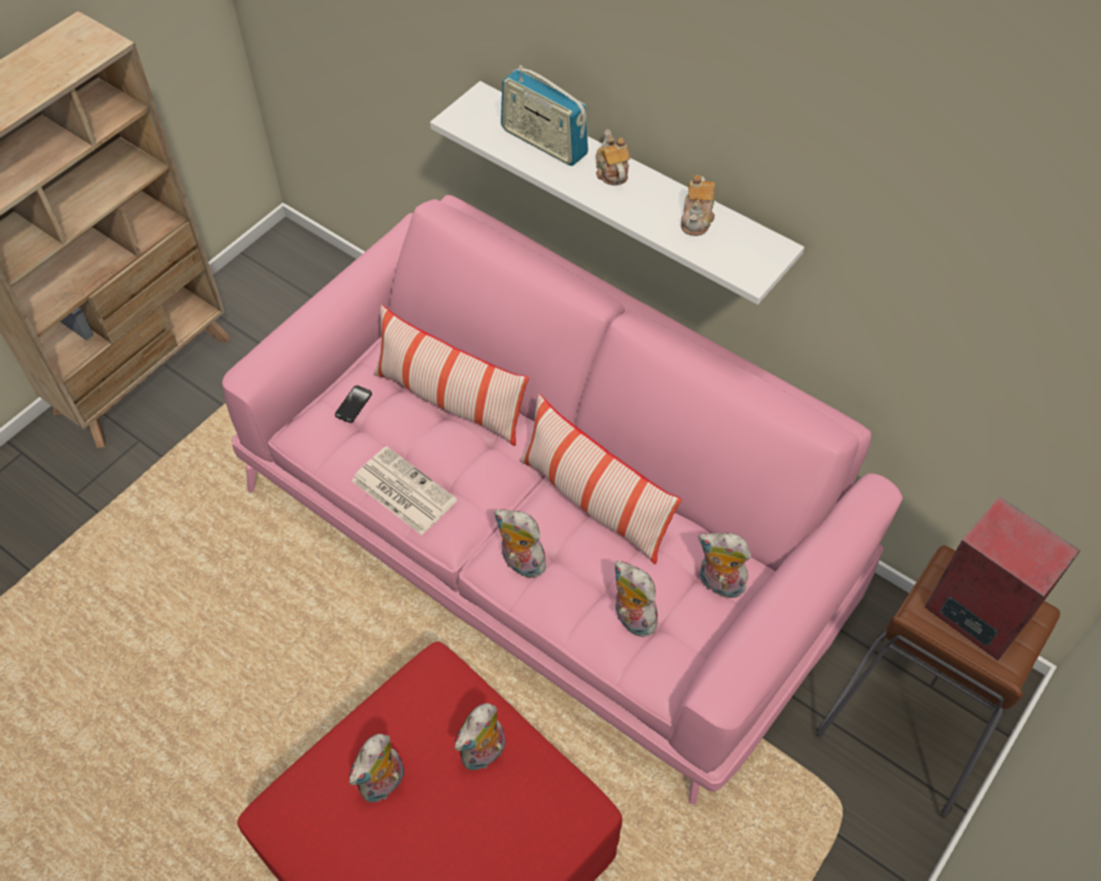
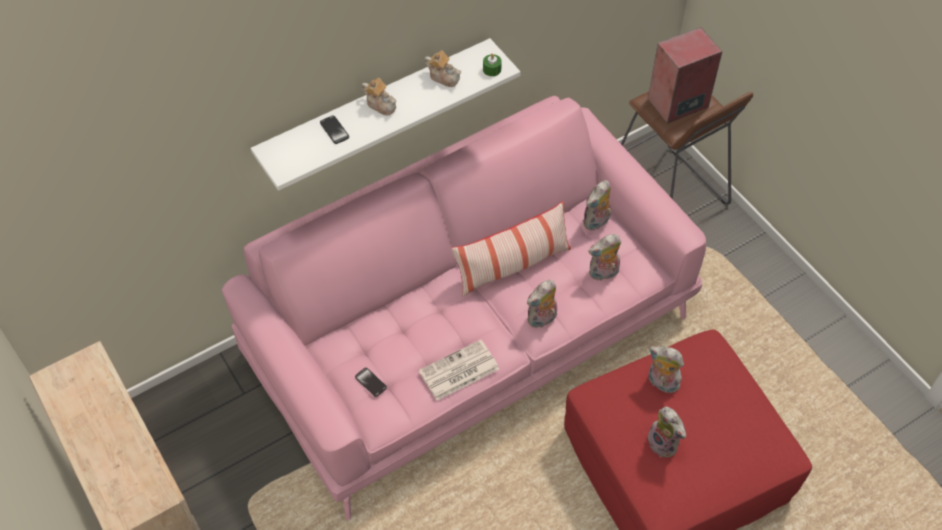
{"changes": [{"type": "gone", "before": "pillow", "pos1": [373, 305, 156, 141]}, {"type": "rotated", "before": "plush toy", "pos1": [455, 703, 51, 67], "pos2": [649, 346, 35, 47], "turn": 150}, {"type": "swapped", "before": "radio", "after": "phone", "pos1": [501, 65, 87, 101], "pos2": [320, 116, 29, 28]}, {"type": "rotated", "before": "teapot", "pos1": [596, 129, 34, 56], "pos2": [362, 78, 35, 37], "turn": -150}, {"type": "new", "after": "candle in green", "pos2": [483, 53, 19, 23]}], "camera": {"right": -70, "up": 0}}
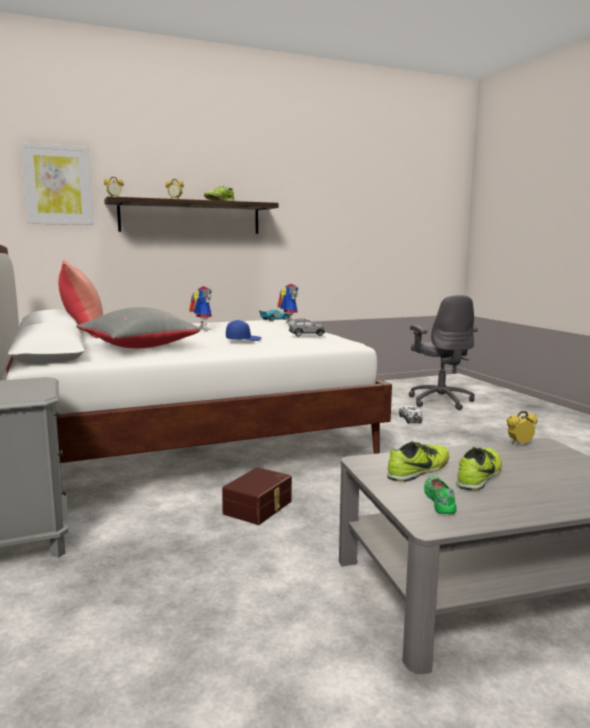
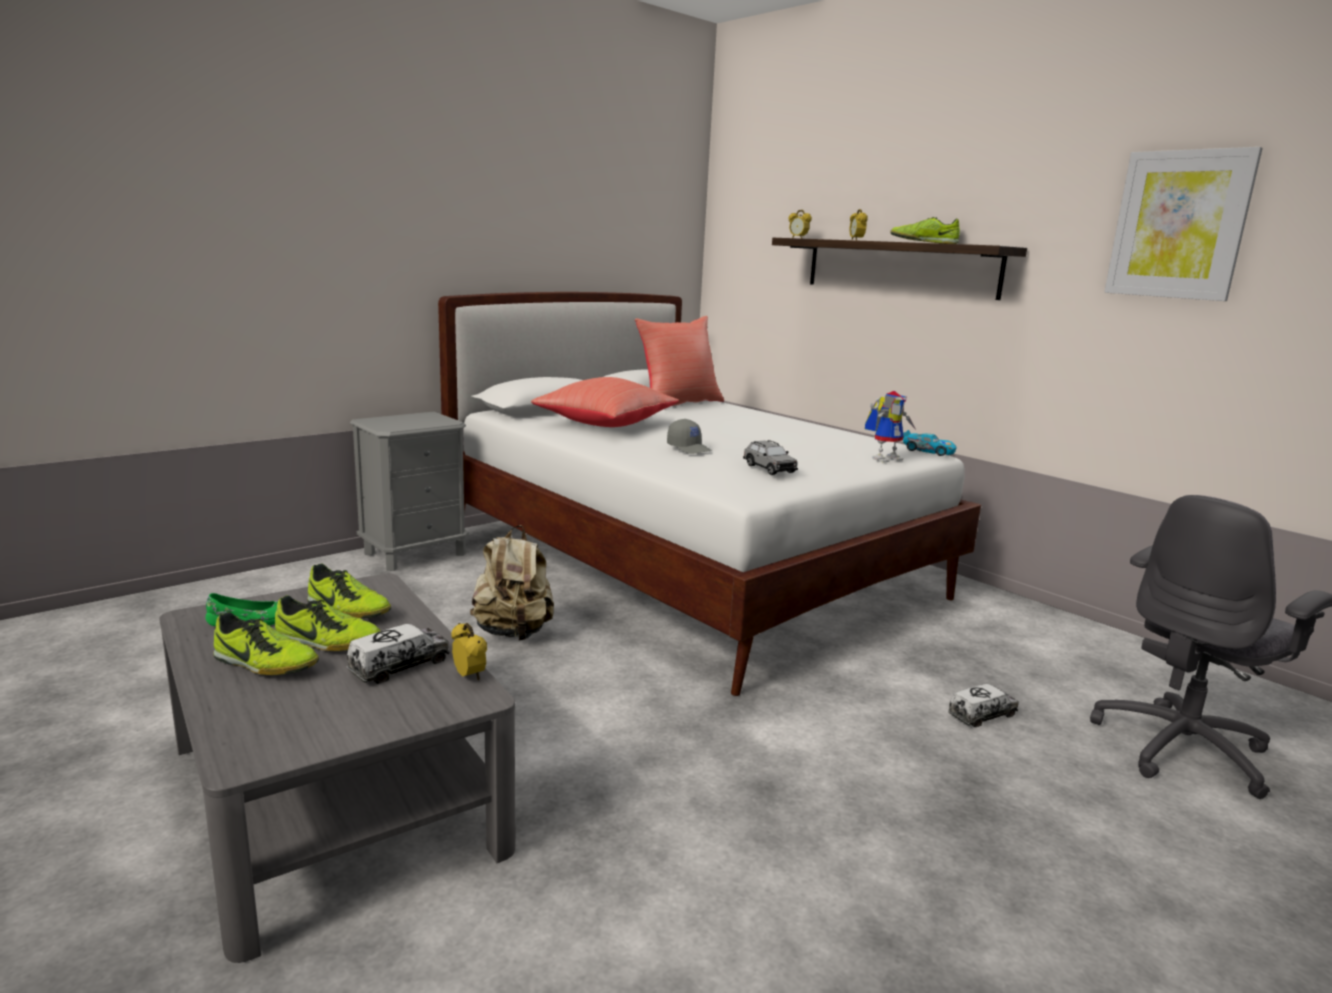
{"changes": [{"type": "shifted", "before": "picture", "pos1": [20, 142, 74, 83], "pos2": [1104, 147, 159, 154]}, {"type": "repainted", "before": "pillow in grey", "after": "pillow in red", "pos1": [76, 307, 124, 41], "pos2": [531, 377, 148, 50]}, {"type": "gone", "before": "toy robot", "pos1": [189, 286, 23, 44]}, {"type": "swapped", "before": "storage box in brown", "after": "backpack in beige", "pos1": [222, 467, 70, 58], "pos2": [470, 525, 84, 116]}, {"type": "repainted", "before": "cap in blue", "after": "cap in grey", "pos1": [226, 320, 36, 21], "pos2": [667, 419, 45, 35]}, {"type": "new", "after": "shoe", "pos2": [213, 612, 106, 63]}, {"type": "new", "after": "toy truck", "pos2": [347, 624, 103, 60]}], "camera": {"right": 70, "up": 5}}
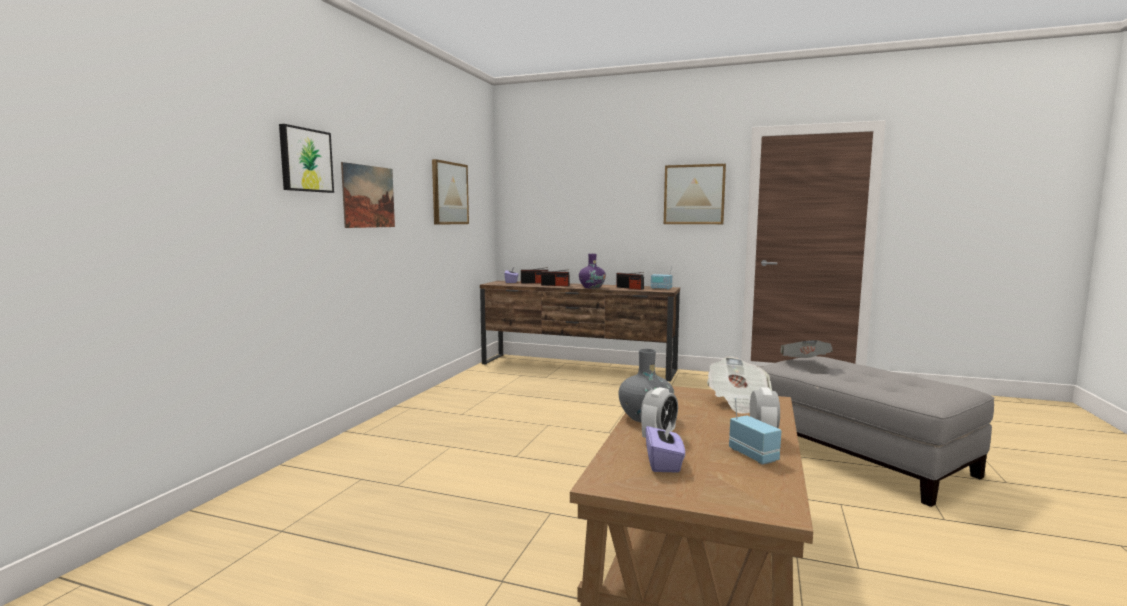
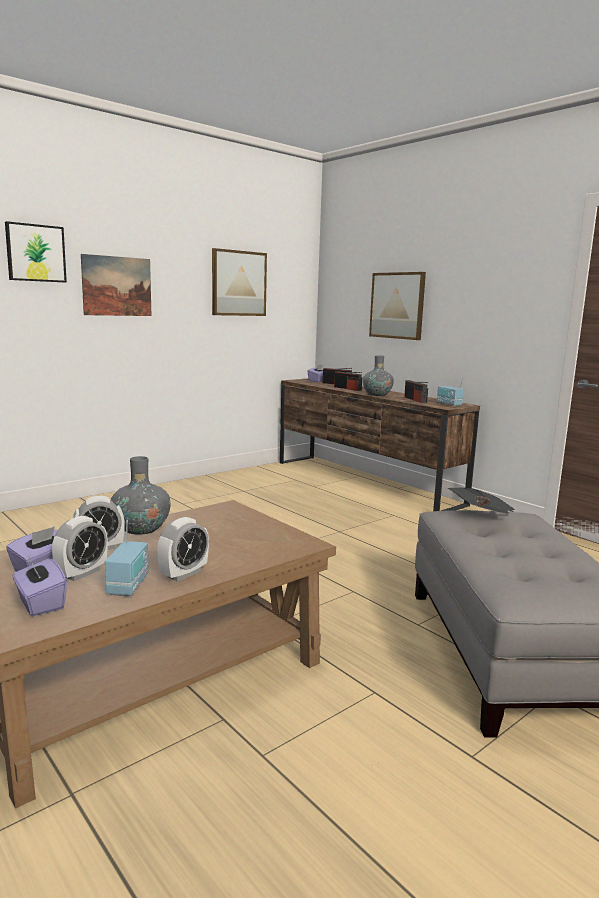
{"changes": [{"type": "repainted", "before": "vase in purple", "after": "vase in grey", "pos1": [579, 254, 27, 34], "pos2": [363, 355, 31, 41]}, {"type": "shifted", "before": "picture", "pos1": [664, 164, 62, 60], "pos2": [369, 272, 57, 68]}, {"type": "gone", "before": "newspaper", "pos1": [707, 357, 65, 57]}, {"type": "new", "after": "tissue box in purple", "pos2": [12, 555, 55, 61]}, {"type": "new", "after": "alarm clock", "pos2": [52, 516, 56, 65]}], "camera": {"right": 30, "up": 5}}
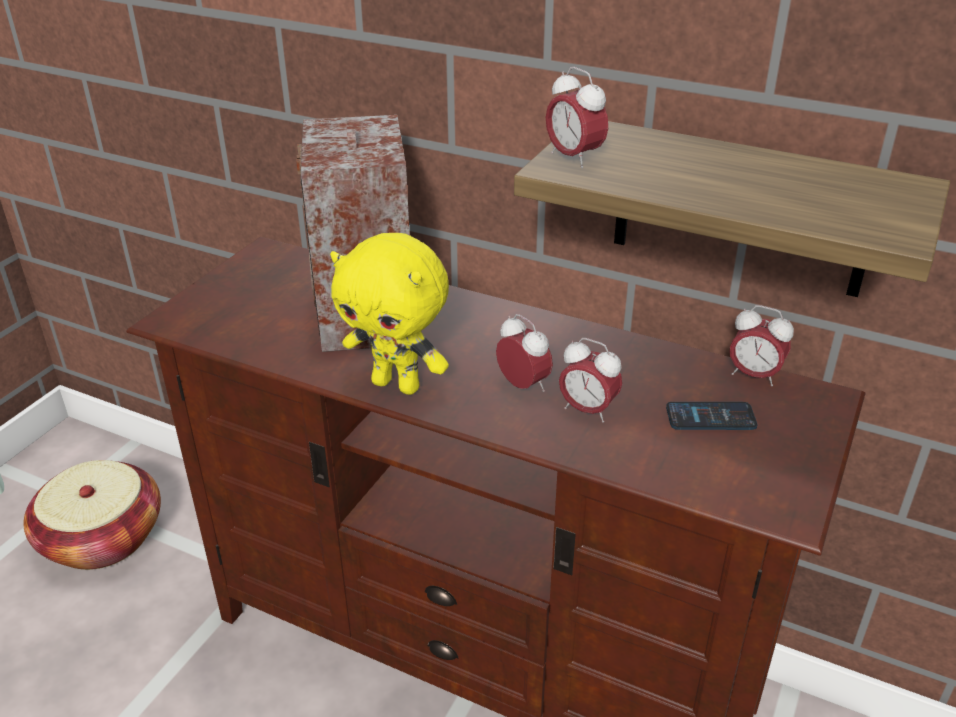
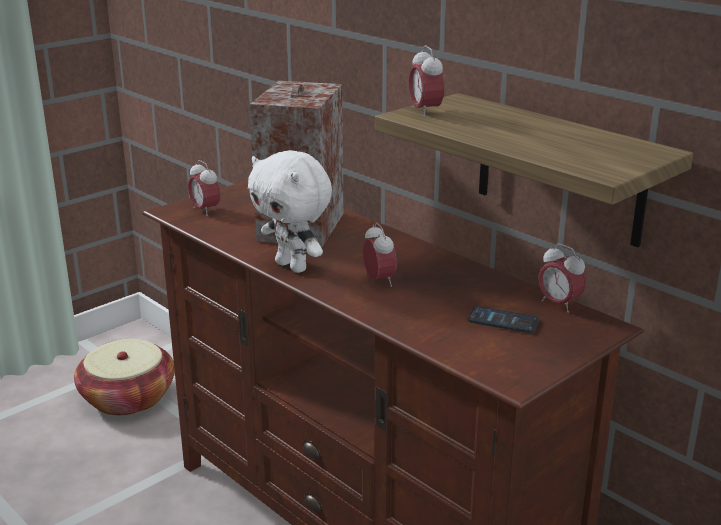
{"changes": [{"type": "repainted", "before": "plush toy in yellow", "after": "plush toy in white", "pos1": [330, 233, 119, 162], "pos2": [248, 150, 84, 123]}, {"type": "shifted", "before": "alarm clock", "pos1": [559, 338, 63, 85], "pos2": [188, 160, 32, 56]}], "camera": {"right": 20, "up": -10}}
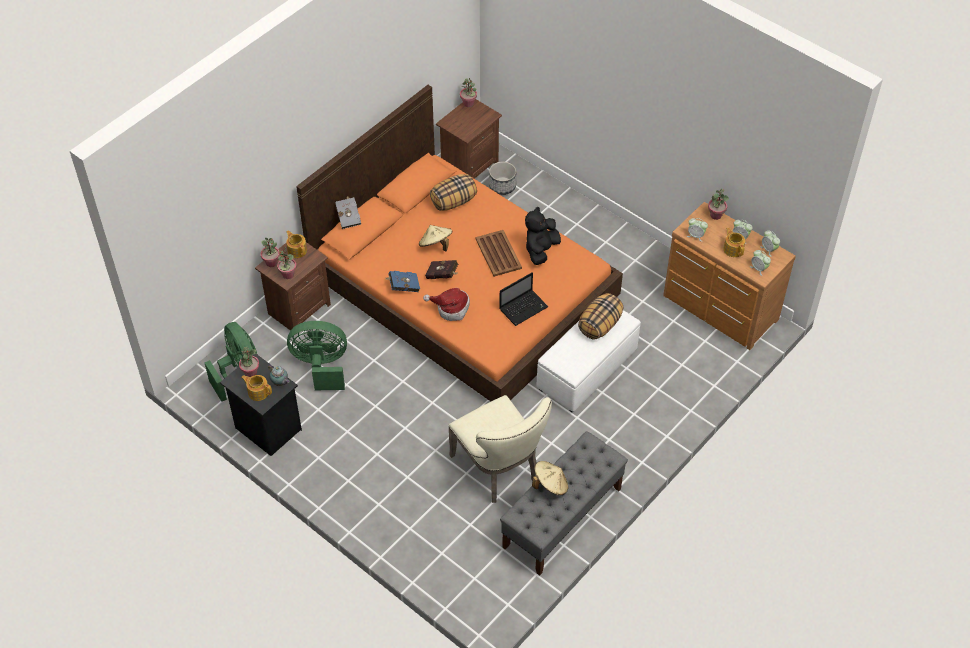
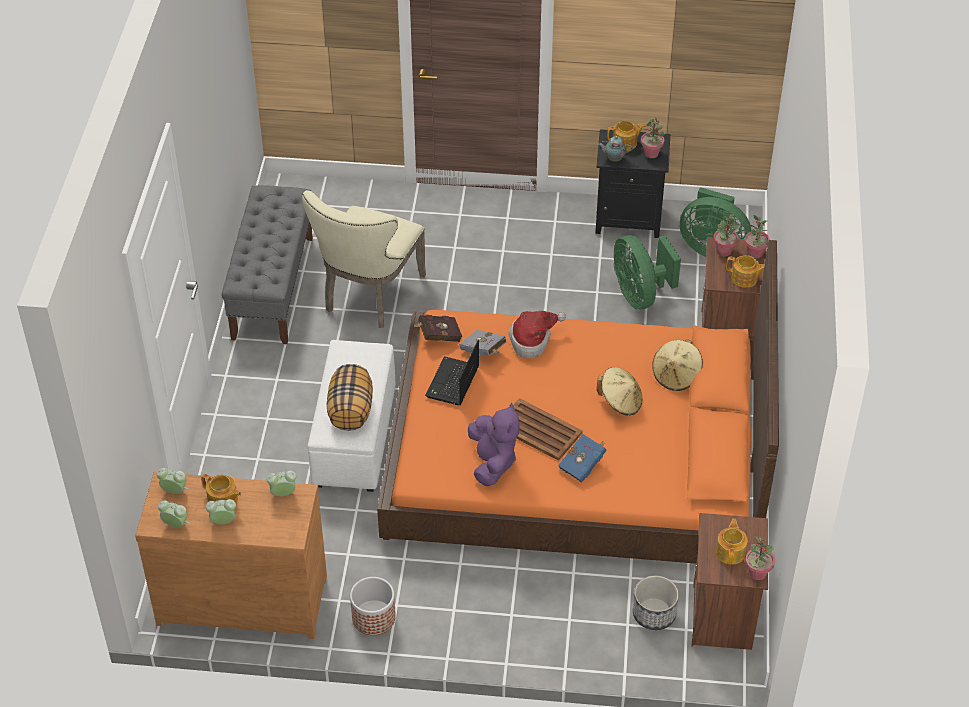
{"changes": [{"type": "rotated", "before": "fan in green", "pos1": [287, 321, 60, 69], "pos2": [614, 235, 67, 74], "turn": 105}, {"type": "shifted", "before": "book in grey", "pos1": [335, 196, 26, 33], "pos2": [459, 330, 47, 26]}, {"type": "shifted", "before": "book in blue", "pos1": [386, 271, 34, 21], "pos2": [558, 434, 48, 49]}, {"type": "shifted", "before": "book in red", "pos1": [425, 260, 33, 19], "pos2": [415, 315, 47, 27]}, {"type": "gone", "before": "pillow", "pos1": [430, 174, 47, 37]}, {"type": "rotated", "before": "chair in beige", "pos1": [448, 395, 104, 108], "pos2": [302, 190, 124, 138], "turn": -90}, {"type": "repainted", "before": "plush toy in black", "after": "plush toy in purple", "pos1": [525, 207, 36, 58], "pos2": [468, 403, 51, 83]}, {"type": "shifted", "before": "hat in beige", "pos1": [532, 461, 36, 34], "pos2": [652, 339, 51, 52]}, {"type": "gone", "before": "potted plant", "pos1": [708, 189, 21, 31]}, {"type": "new", "after": "planter", "pos2": [350, 577, 46, 58]}, {"type": "new", "after": "teapot", "pos2": [716, 519, 32, 46]}], "camera": {"right": 145, "up": -5}}
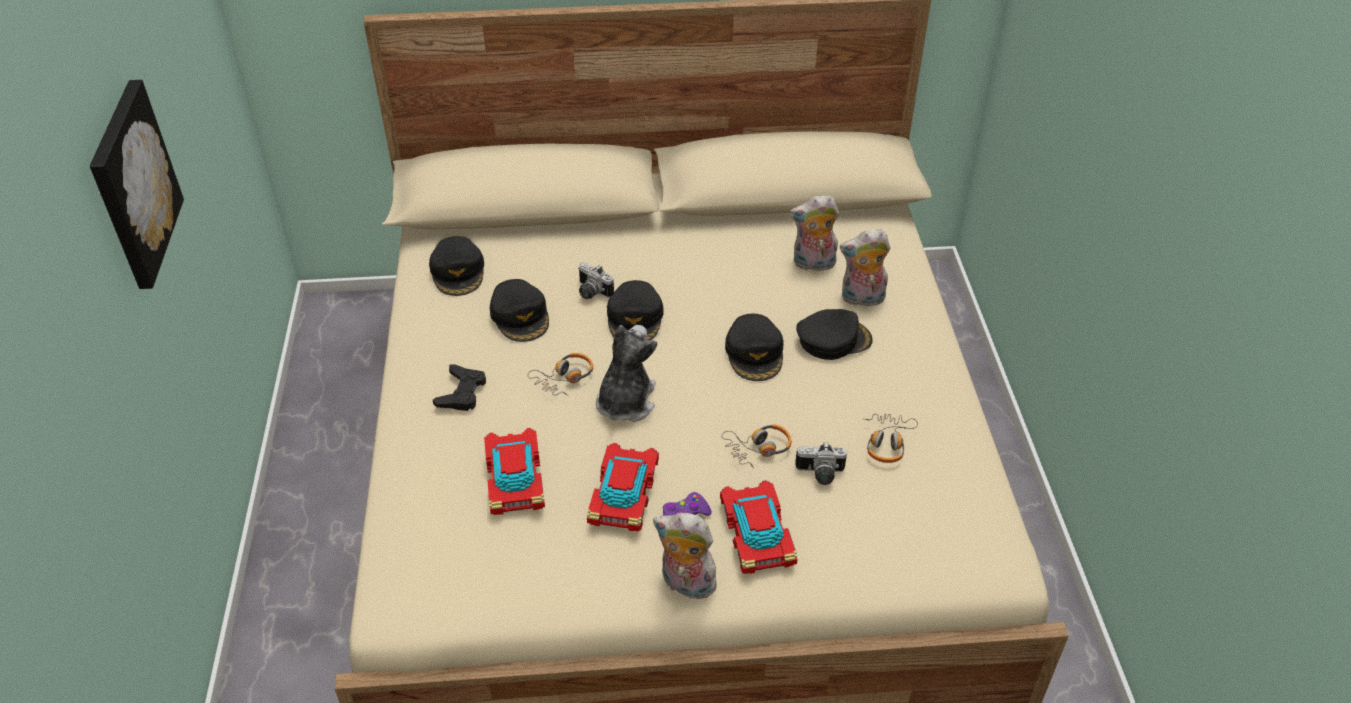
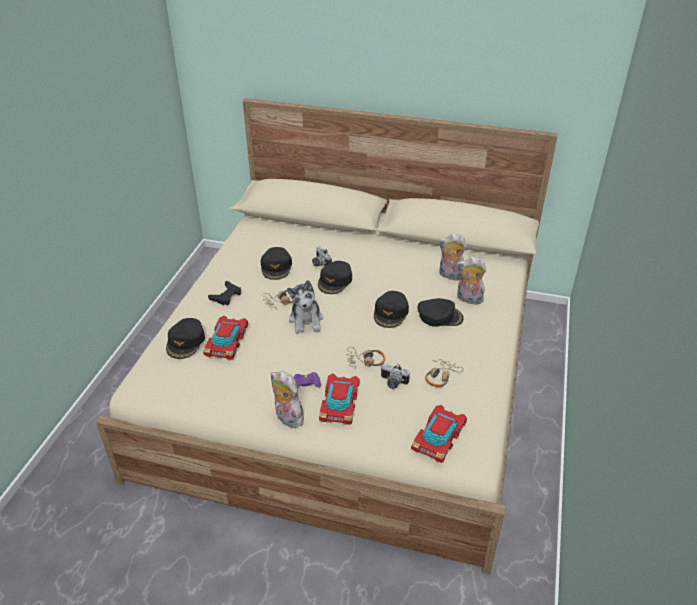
{"changes": [{"type": "gone", "before": "picture", "pos1": [89, 80, 95, 209]}, {"type": "shifted", "before": "cap in black", "pos1": [429, 236, 55, 60], "pos2": [166, 318, 39, 41]}, {"type": "shifted", "before": "toy car", "pos1": [587, 443, 72, 89], "pos2": [411, 405, 56, 58]}, {"type": "rotated", "before": "plush toy", "pos1": [596, 325, 61, 97], "pos2": [287, 280, 36, 53], "turn": 135}], "camera": {"right": 20, "up": -5}}
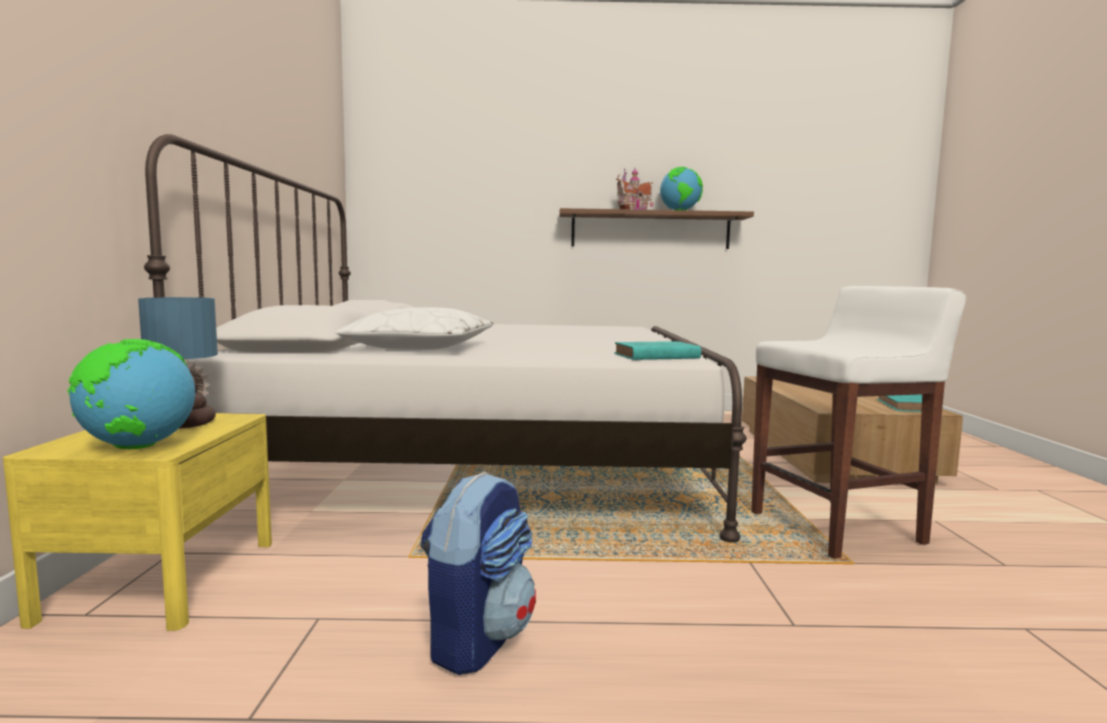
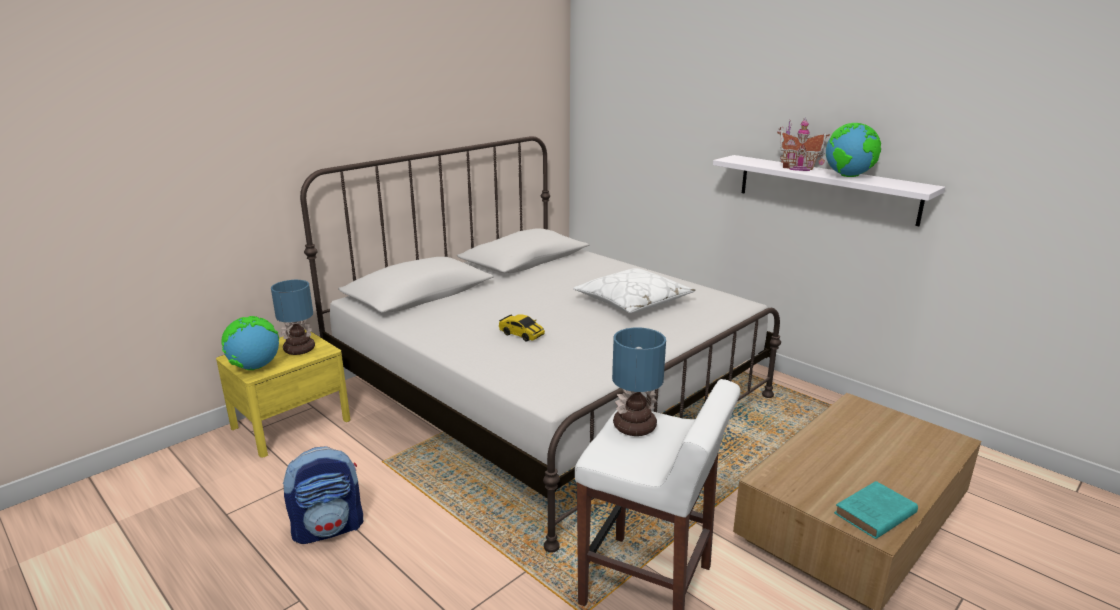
{"changes": [{"type": "shifted", "before": "pillow in white", "pos1": [335, 308, 158, 42], "pos2": [573, 268, 123, 45]}, {"type": "repainted", "before": "shelf in brown", "after": "shelf in white", "pos1": [559, 208, 195, 41], "pos2": [713, 155, 232, 71]}, {"type": "gone", "before": "book in turquoise", "pos1": [615, 341, 86, 19]}, {"type": "new", "after": "toy car", "pos2": [499, 314, 46, 28]}, {"type": "new", "after": "table lamp", "pos2": [612, 327, 54, 109]}], "camera": {"right": 45, "up": 15}}
